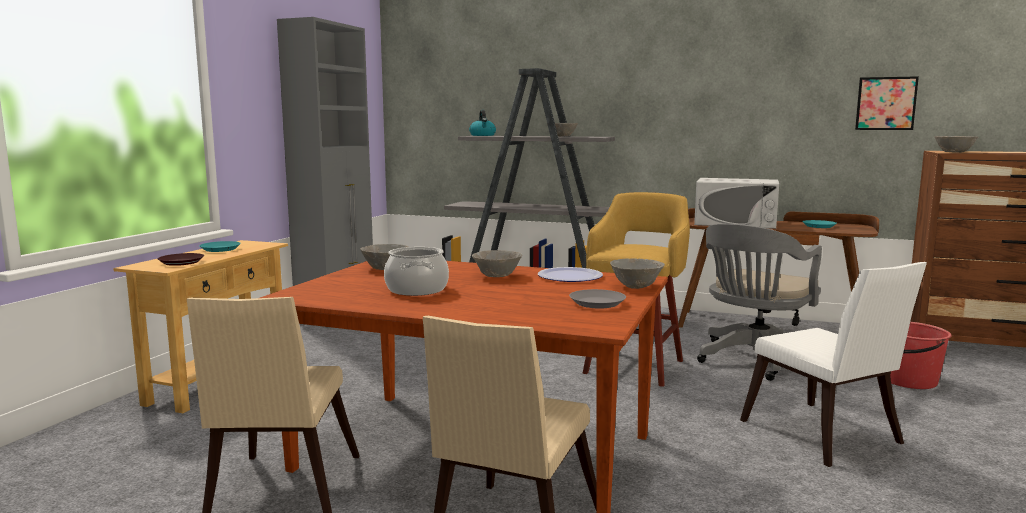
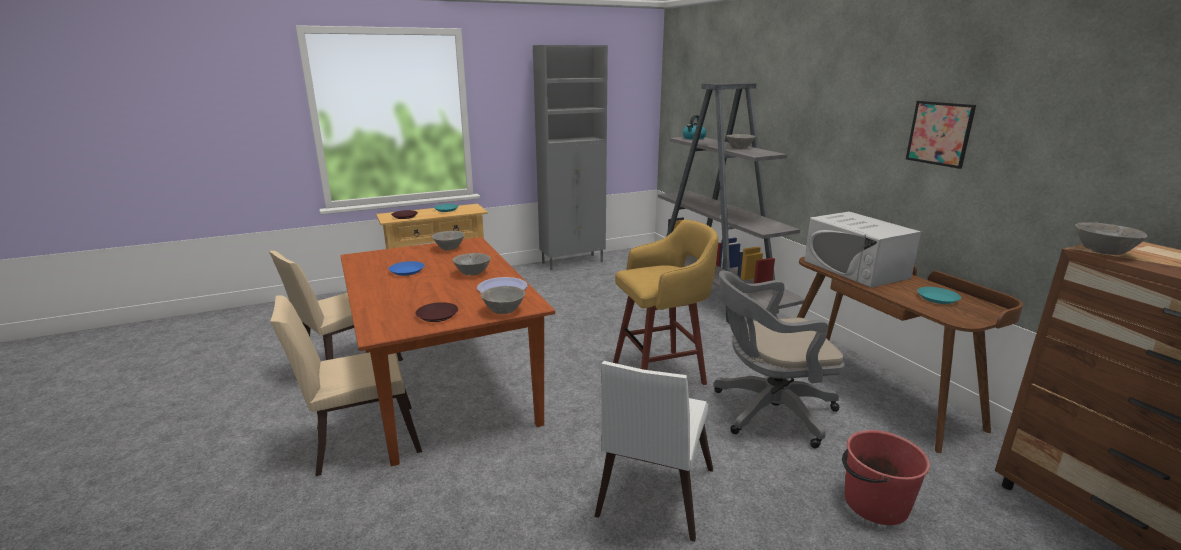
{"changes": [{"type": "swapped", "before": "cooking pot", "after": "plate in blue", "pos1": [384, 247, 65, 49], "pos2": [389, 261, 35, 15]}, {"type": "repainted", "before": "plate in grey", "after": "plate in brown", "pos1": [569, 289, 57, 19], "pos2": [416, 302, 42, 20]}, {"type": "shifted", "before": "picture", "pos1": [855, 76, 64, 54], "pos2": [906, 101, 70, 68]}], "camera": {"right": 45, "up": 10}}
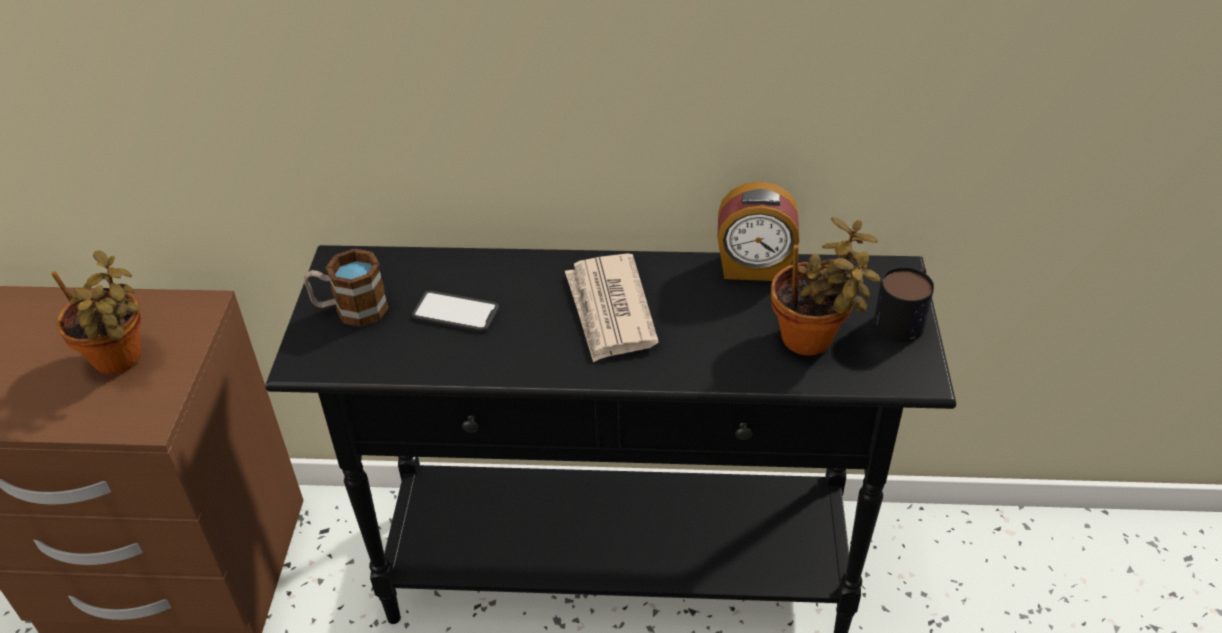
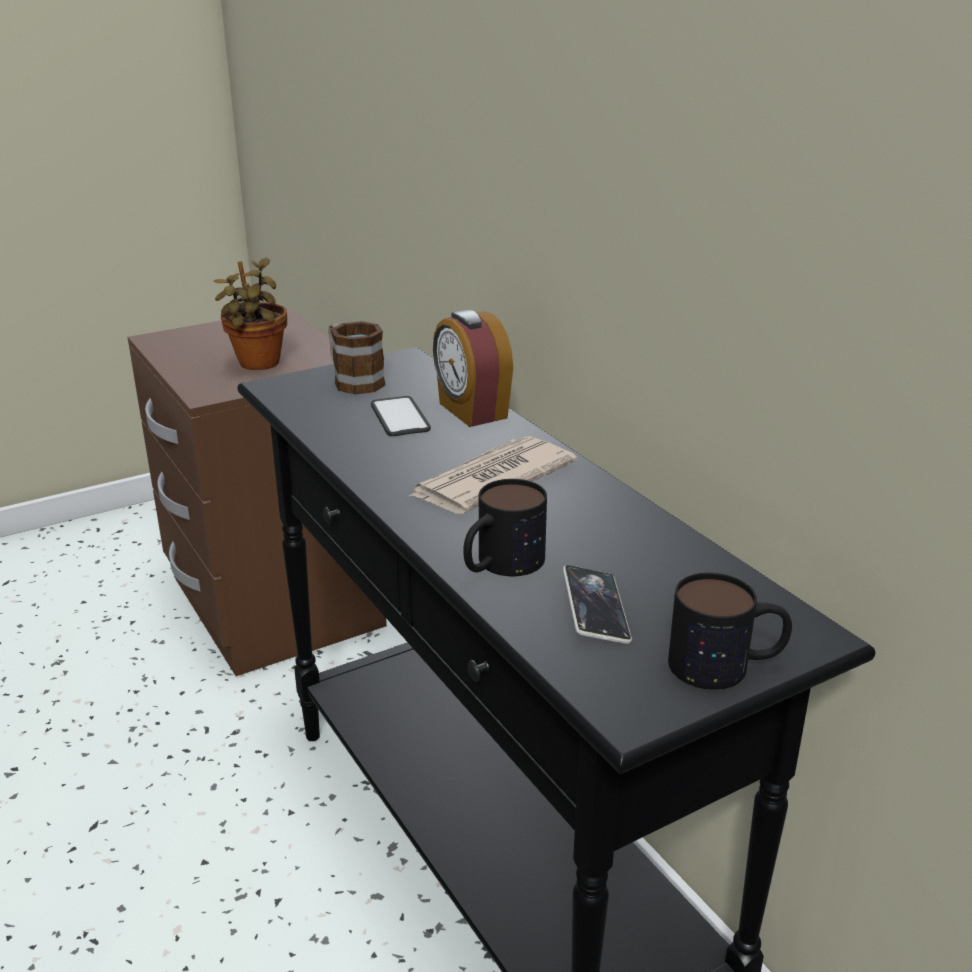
{"changes": [{"type": "shifted", "before": "alarm clock", "pos1": [718, 181, 82, 100], "pos2": [433, 310, 80, 117]}, {"type": "swapped", "before": "potted plant", "after": "phone", "pos1": [771, 218, 110, 138], "pos2": [563, 565, 69, 79]}, {"type": "new", "after": "mug", "pos2": [463, 479, 84, 97]}], "camera": {"right": 55, "up": -15}}
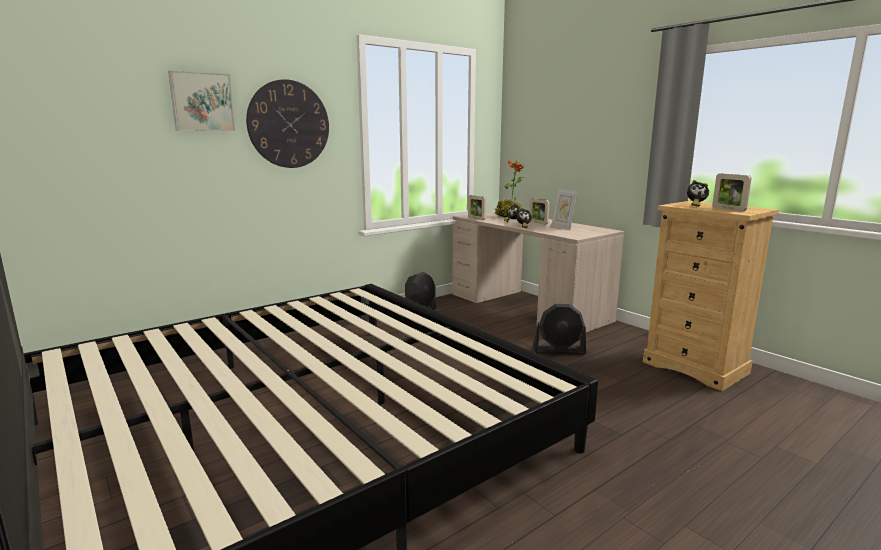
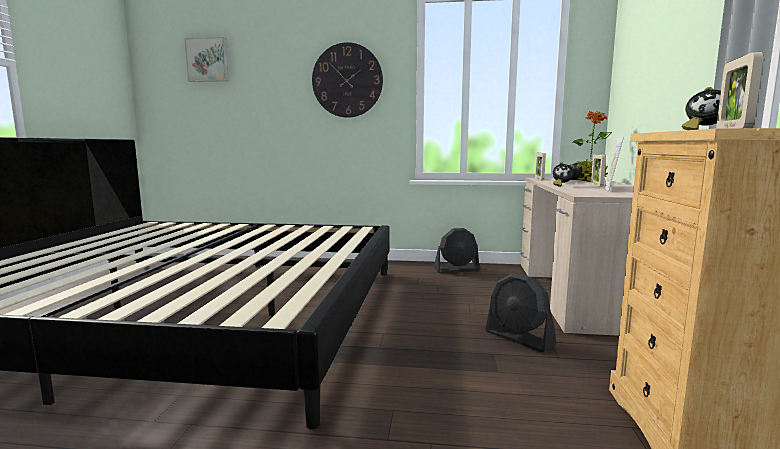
{"changes": [{"type": "shifted", "before": "picture", "pos1": [168, 70, 67, 61], "pos2": [184, 37, 45, 45]}], "camera": {"right": 45, "up": -5}}
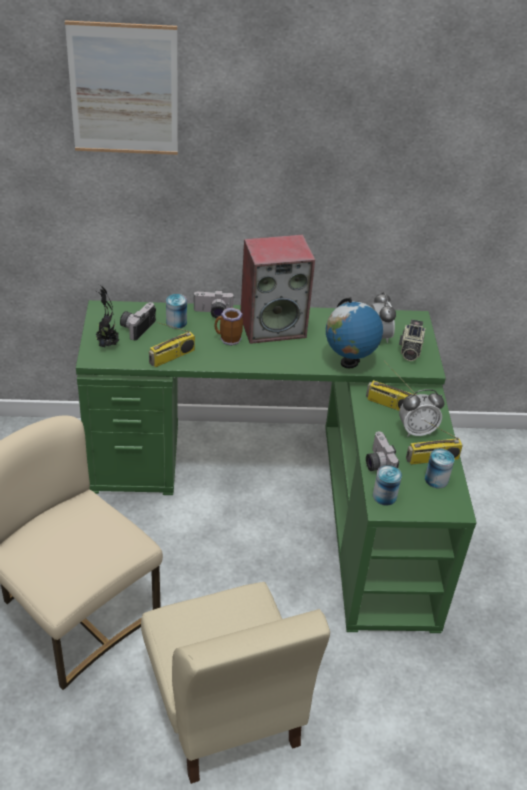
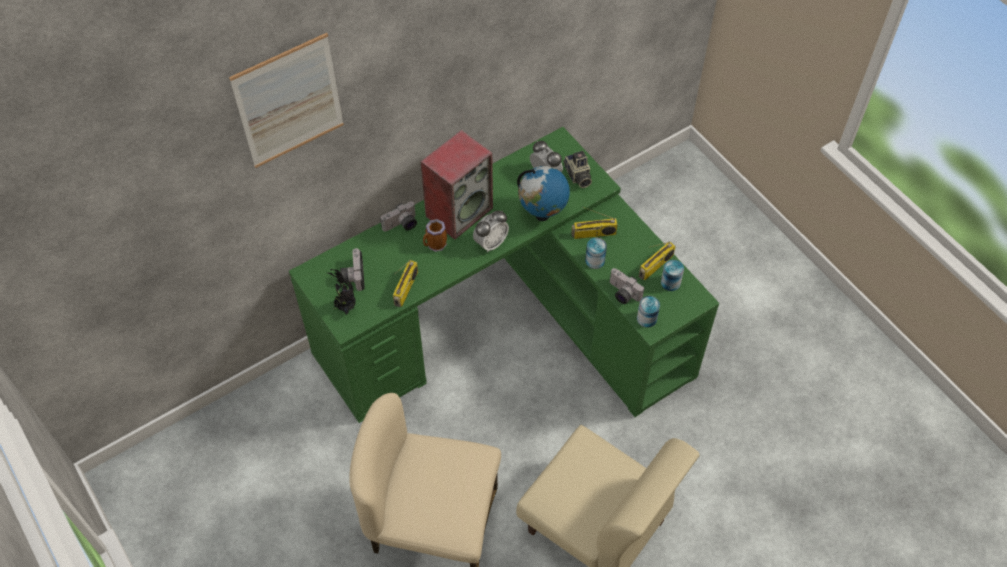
{"changes": [{"type": "shifted", "before": "can", "pos1": [166, 294, 21, 35], "pos2": [585, 238, 22, 31]}, {"type": "shifted", "before": "alarm clock", "pos1": [399, 389, 45, 48], "pos2": [473, 211, 36, 42]}], "camera": {"right": -30, "up": 15}}
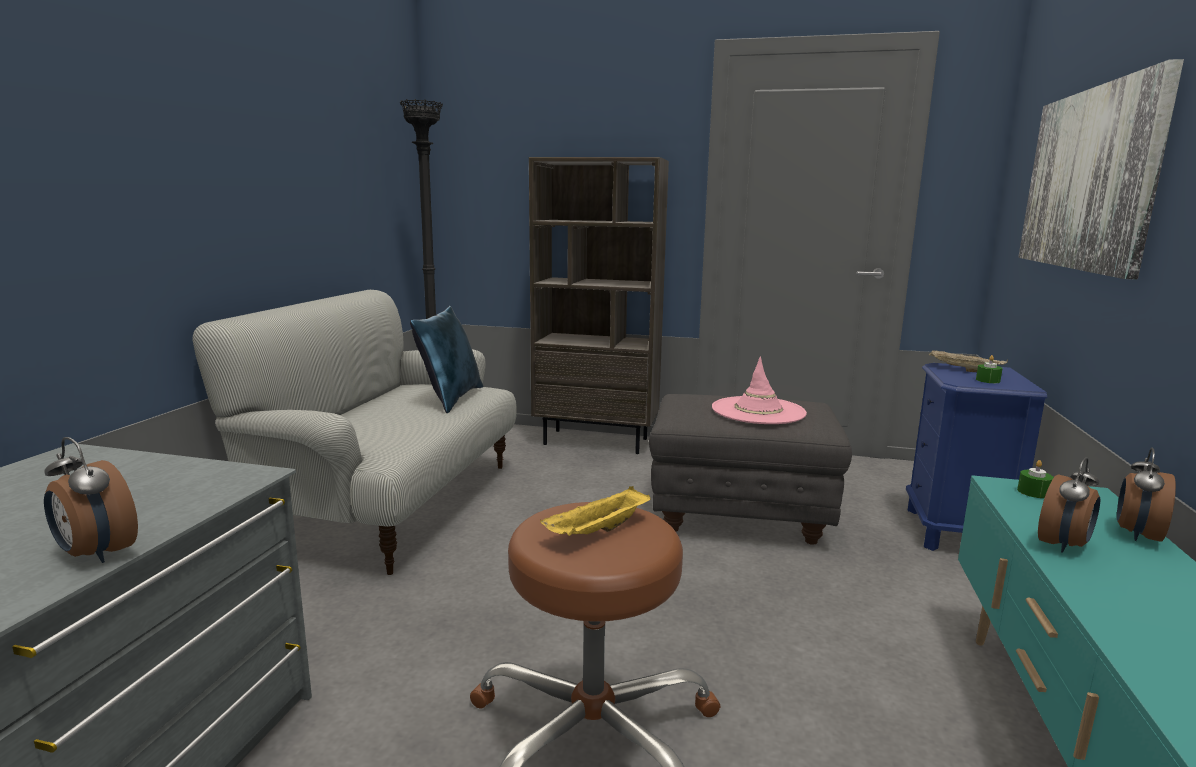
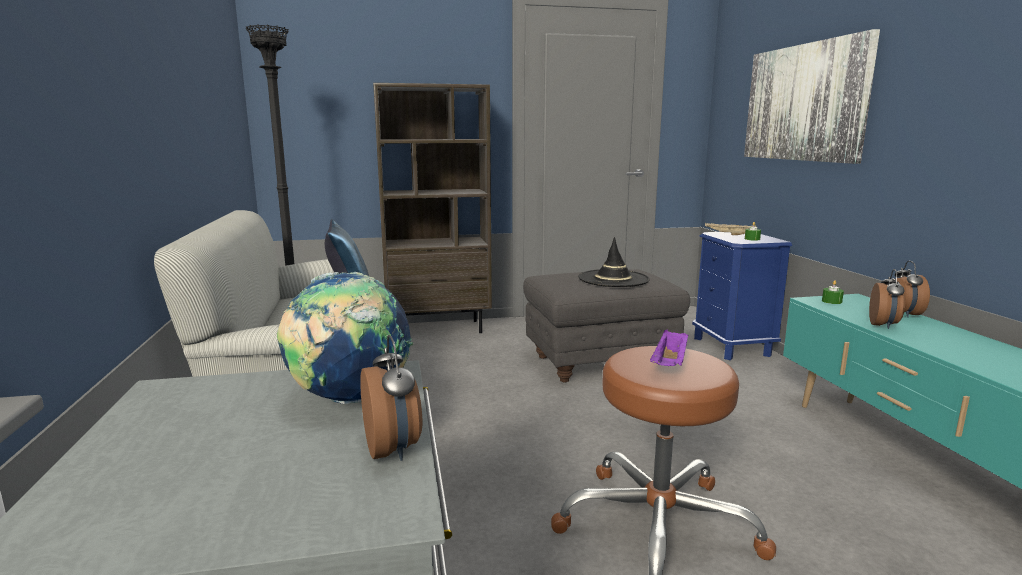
{"changes": [{"type": "rotated", "before": "alarm clock", "pos1": [44, 437, 94, 126], "pos2": [360, 335, 62, 126], "turn": -120}, {"type": "repainted", "before": "tray in yellow", "after": "tray in purple", "pos1": [540, 486, 111, 50], "pos2": [650, 329, 39, 37]}, {"type": "repainted", "before": "hat in pink", "after": "hat in black", "pos1": [712, 356, 95, 68], "pos2": [578, 237, 72, 50]}, {"type": "new", "after": "globe", "pos2": [277, 272, 136, 132]}], "camera": {"right": -25, "up": 0}}
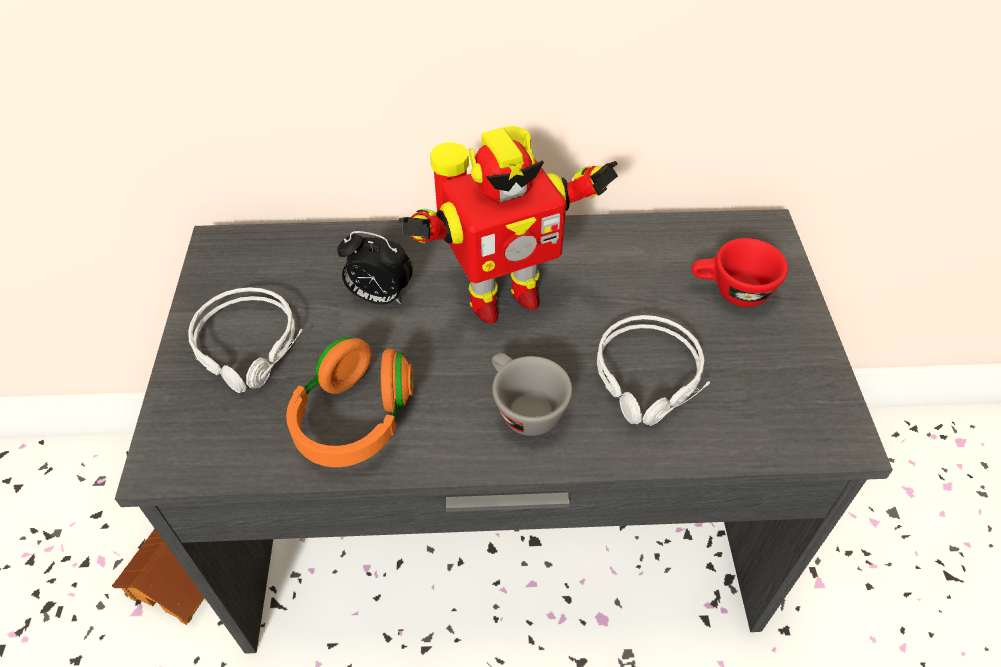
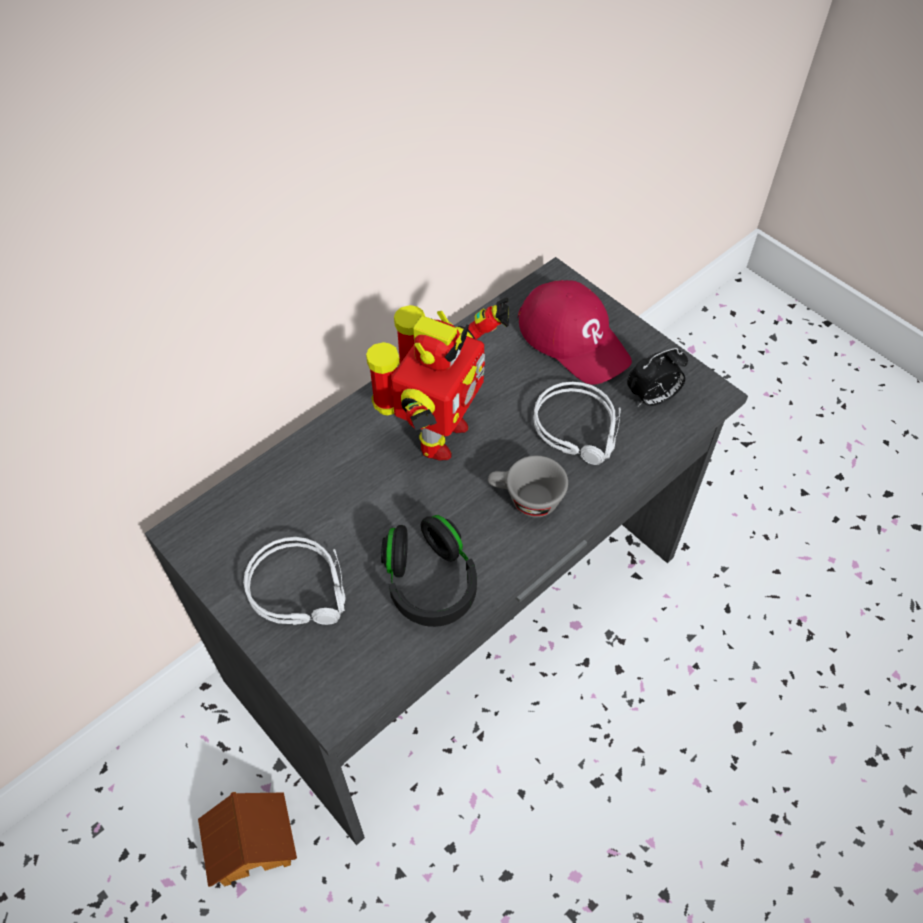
{"changes": [{"type": "repainted", "before": "headphones in orange", "after": "headphones in black", "pos1": [286, 337, 127, 130], "pos2": [381, 515, 96, 112]}, {"type": "shifted", "before": "alarm clock", "pos1": [337, 231, 76, 74], "pos2": [627, 348, 61, 59]}, {"type": "swapped", "before": "cup in red", "after": "cap in red", "pos1": [692, 238, 96, 69], "pos2": [517, 280, 115, 105]}], "camera": {"right": -40, "up": 5}}
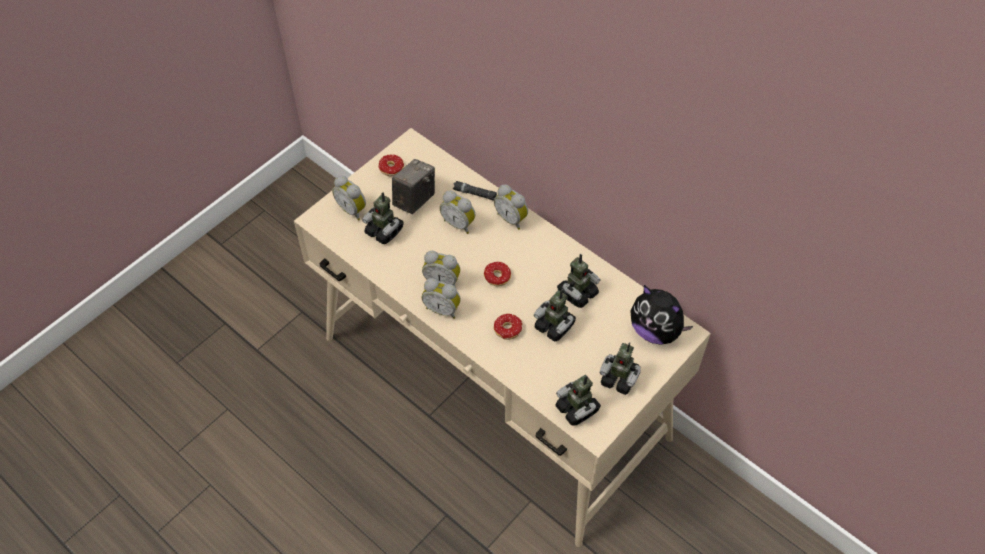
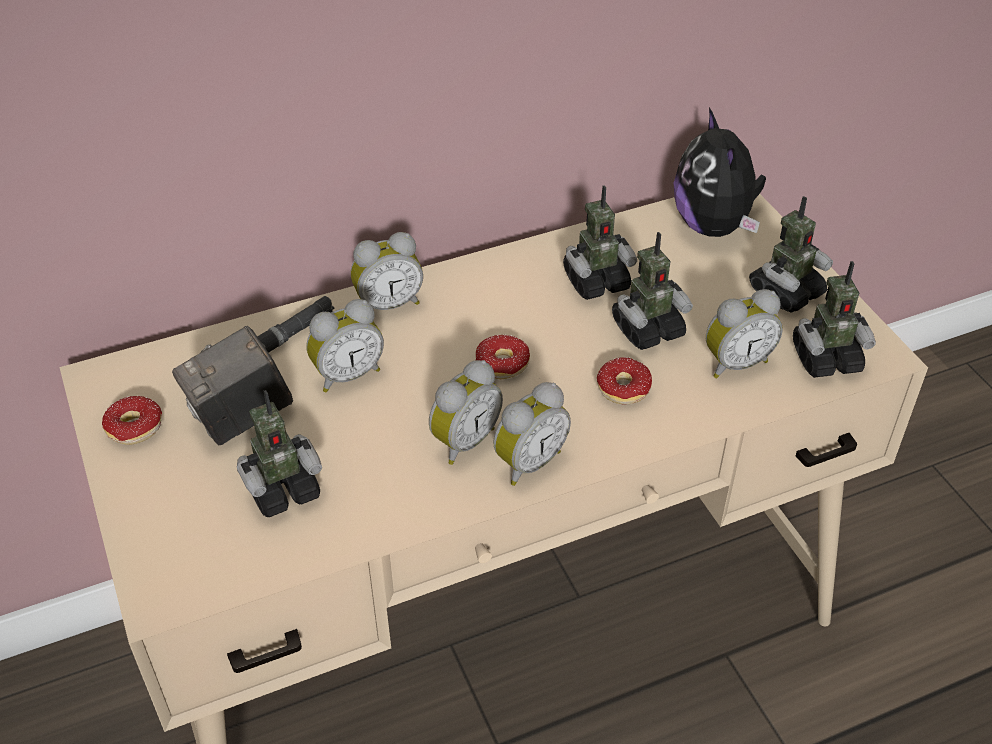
{"changes": [{"type": "shifted", "before": "alarm clock", "pos1": [332, 175, 34, 45], "pos2": [706, 289, 77, 89]}, {"type": "rotated", "before": "photo camera", "pos1": [392, 159, 43, 55], "pos2": [172, 326, 121, 119], "turn": -90}, {"type": "rotated", "before": "toy robot", "pos1": [557, 254, 44, 54], "pos2": [563, 185, 74, 115], "turn": 90}, {"type": "rotated", "before": "plush toy", "pos1": [630, 285, 63, 59], "pos2": [673, 108, 93, 129], "turn": 105}], "camera": {"right": -65, "up": -10}}
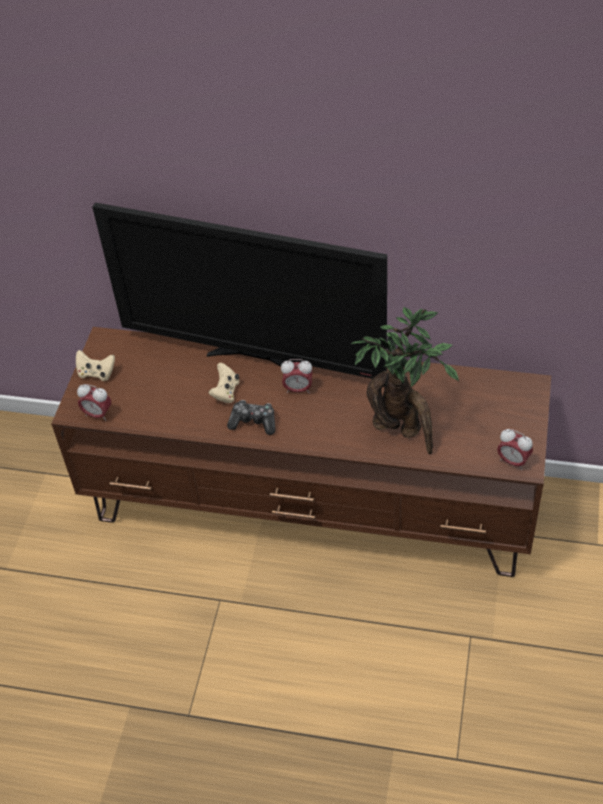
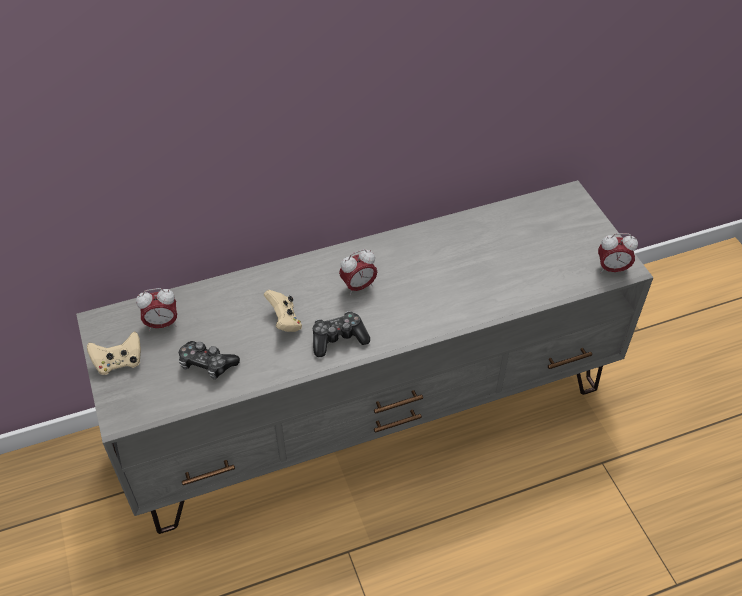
{"changes": [{"type": "repainted", "before": "tv stand in brown", "after": "tv stand in grey", "pos1": [51, 327, 500, 250], "pos2": [76, 180, 577, 354]}, {"type": "shifted", "before": "alarm clock", "pos1": [77, 384, 34, 37], "pos2": [136, 288, 41, 43]}, {"type": "gone", "before": "television", "pos1": [92, 203, 295, 176]}, {"type": "gone", "before": "potted plant", "pos1": [351, 307, 108, 147]}, {"type": "new", "after": "game controller", "pos2": [179, 341, 61, 38]}], "camera": {"right": -35, "up": 0}}
